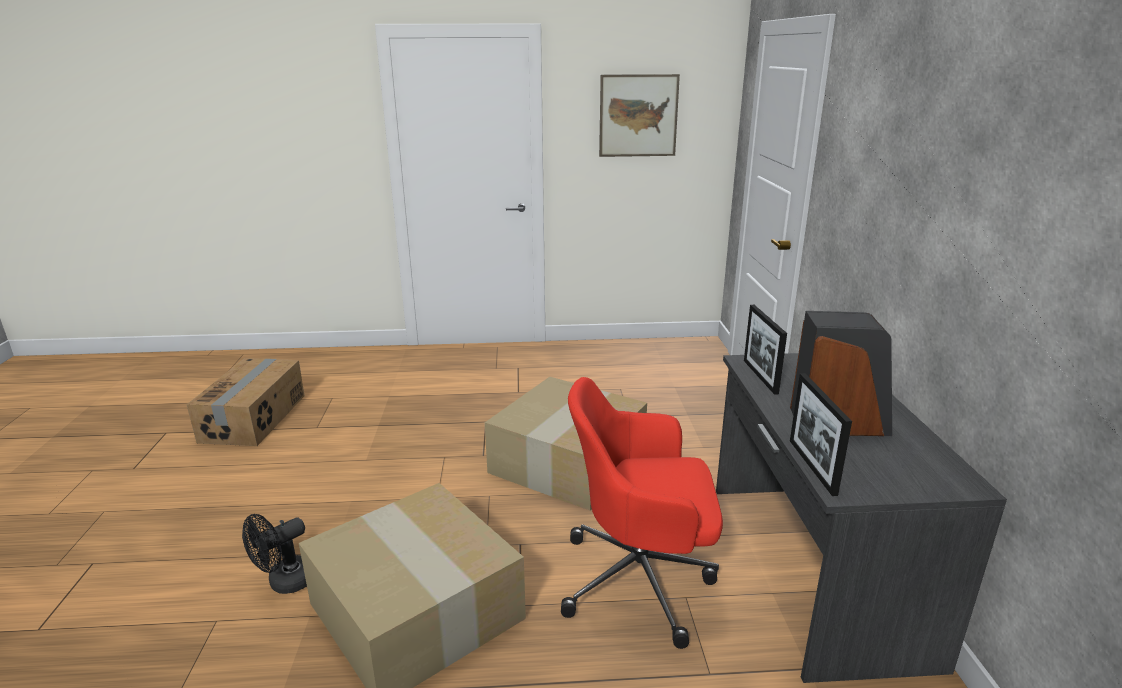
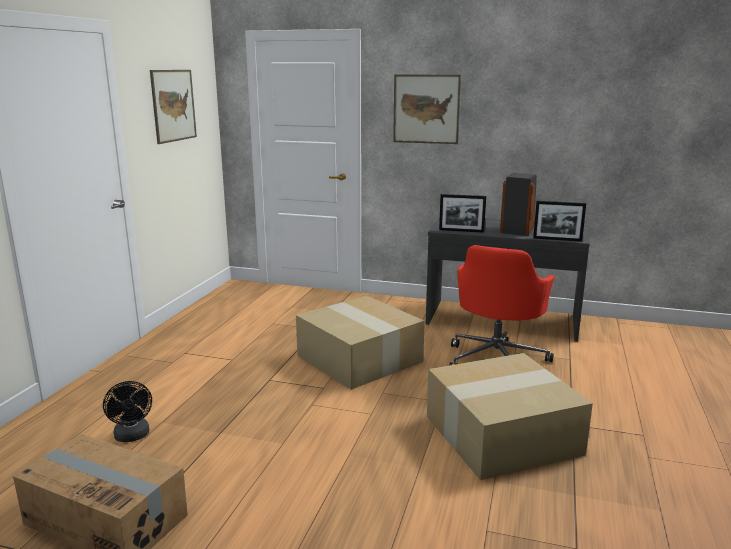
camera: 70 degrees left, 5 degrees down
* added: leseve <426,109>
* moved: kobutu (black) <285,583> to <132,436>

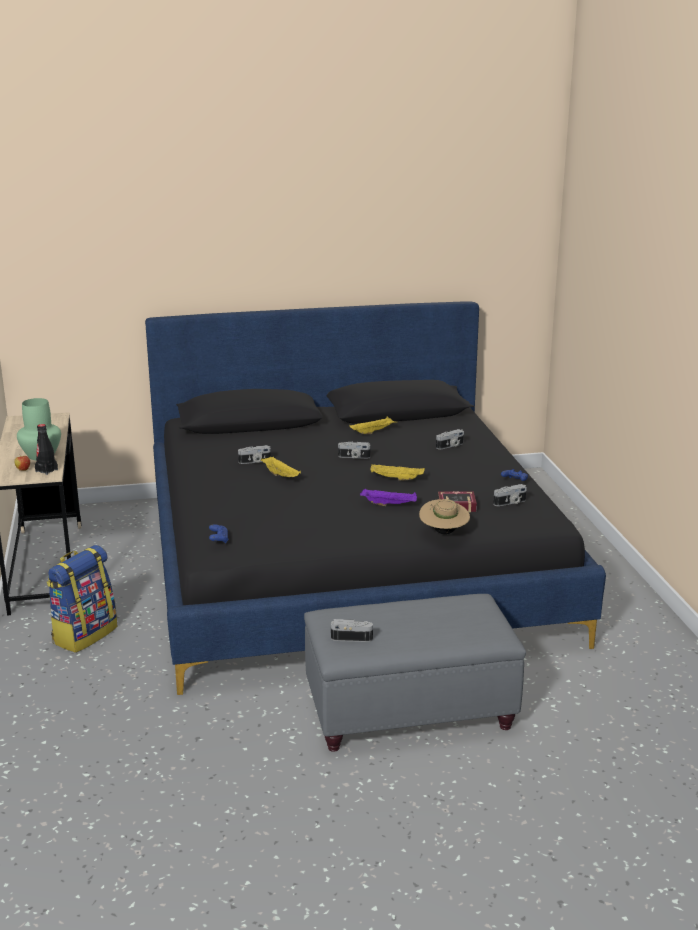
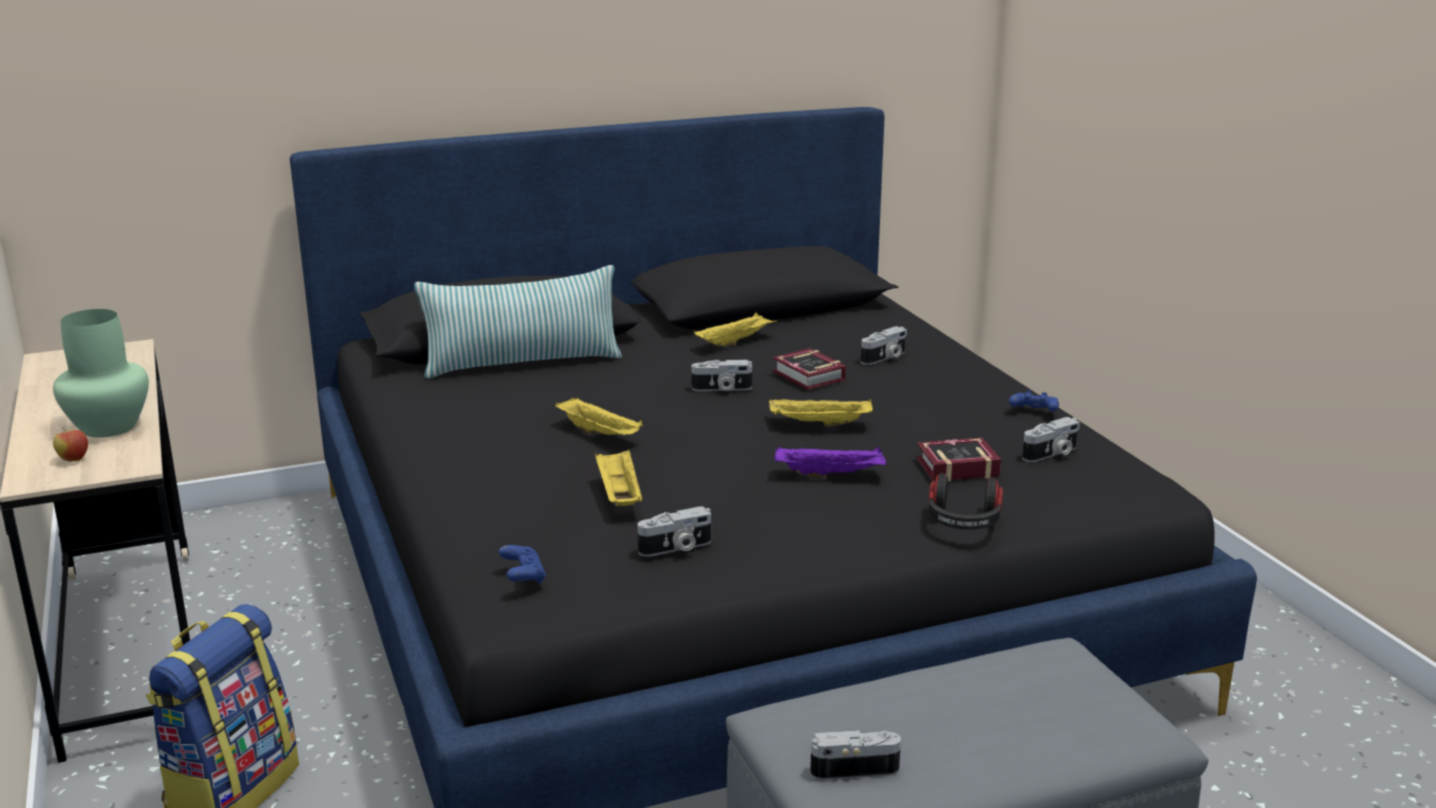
camera: 10 degrees left, 0 degrees up
* removed: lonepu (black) <46,470>
* added: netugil <523,363>
* added: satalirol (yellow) <618,494>
* added: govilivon <809,377>
* moved: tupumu <254,462> to <676,548>
* replaced: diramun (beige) <443,532> to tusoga <963,523>

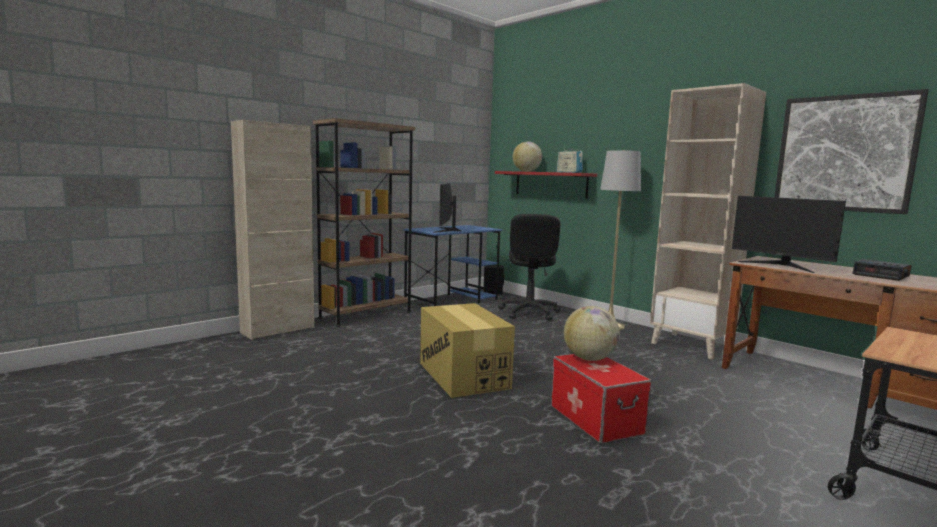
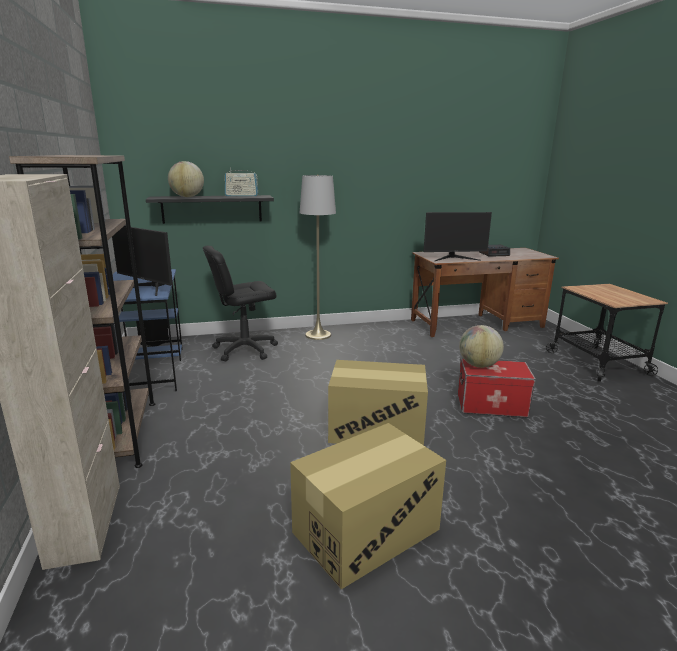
camera: 60 degrees left, 10 degrees up
* removed: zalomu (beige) <692,345>
* removed: leseve <844,153>
* added: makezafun <365,531>
* recoloured: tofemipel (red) <550,184> to tofemipel (black) <212,209>
* turned: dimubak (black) <529,312> = <245,349> 120 degrees clockwise

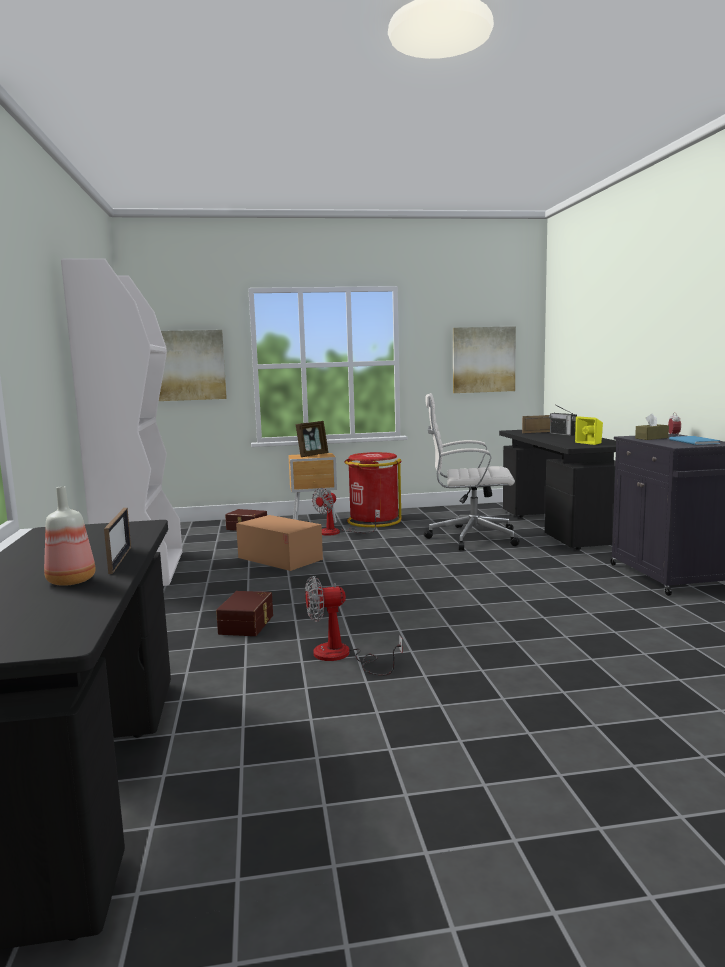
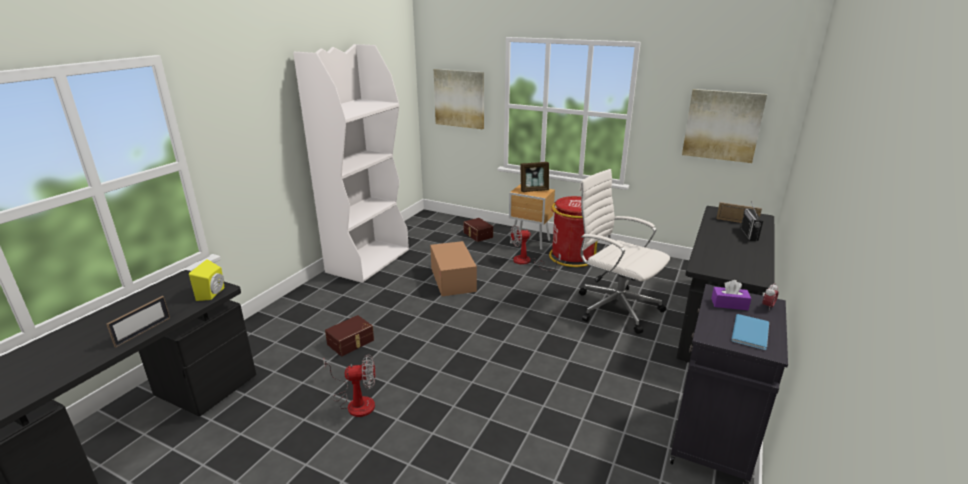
camera: 35 degrees right, 15 degrees up
* removed: lonepu <73,581>
* moved: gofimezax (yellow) <590,443> to <213,294>
* recoloured: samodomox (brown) <651,438> to samodomox (purple) <729,304>
* turned: kobutu <342,656> = <355,402> 150 degrees clockwise

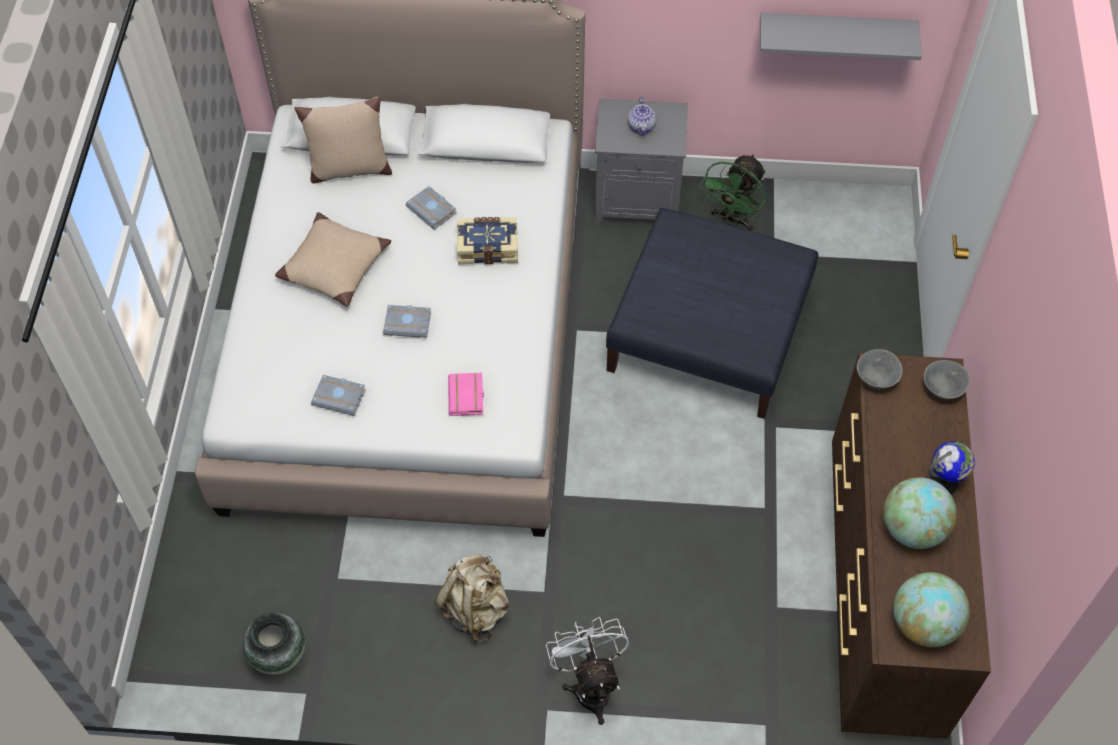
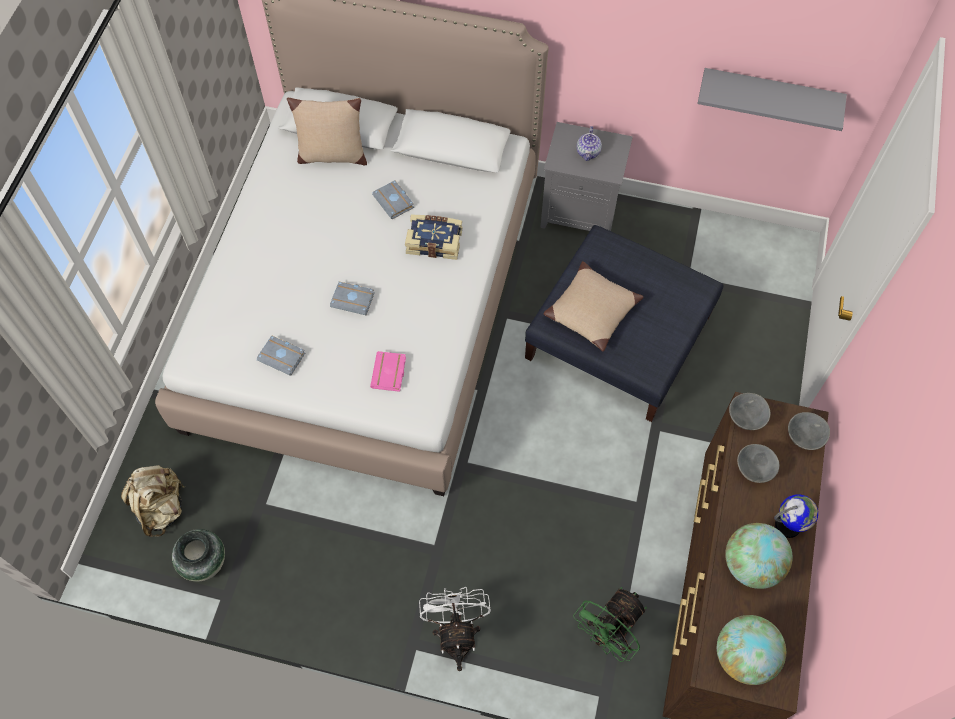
camera: 10 degrees right, 5 degrees up
* added: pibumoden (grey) <755,470>
* moved: netugil (beige) <334,266> to <591,311>
* moved: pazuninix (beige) <475,609> to <161,507>
* moved: kobutu (green) <733,219> to <608,634>

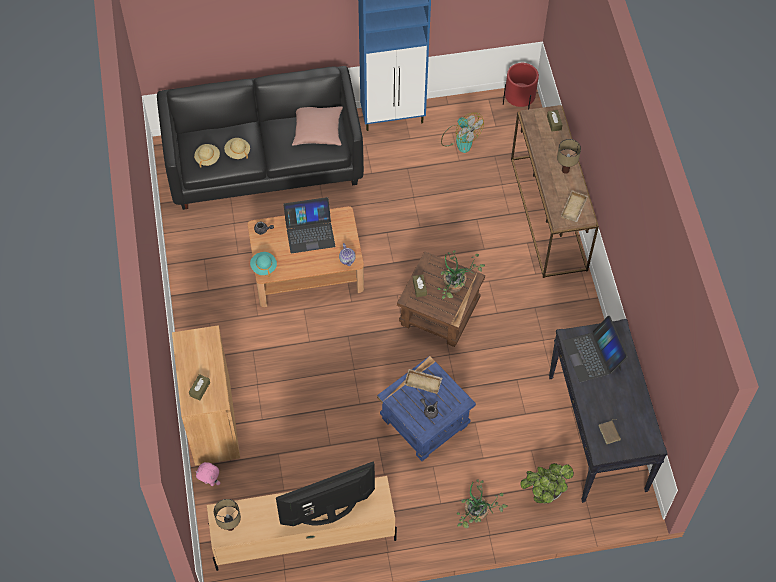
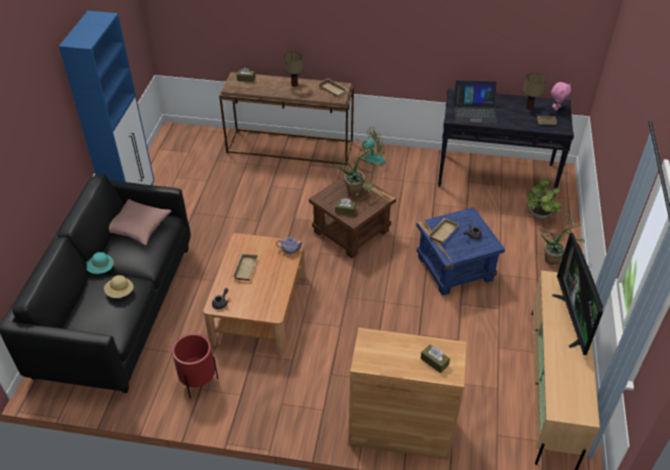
camera: 70 degrees left, 15 degrees down
* removed: diramun (beige) <207,158>
* moved: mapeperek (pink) <210,482> to <556,108>
* moved: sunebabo <230,526> to <529,107>
* moved: diramun (turquoise) <263,267> to <101,268>
* moved: kobutu <460,138> to <369,161>
* moved: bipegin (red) <518,104> to <198,382>
* replaced: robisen <310,232> to satalirol (beige) <244,268>

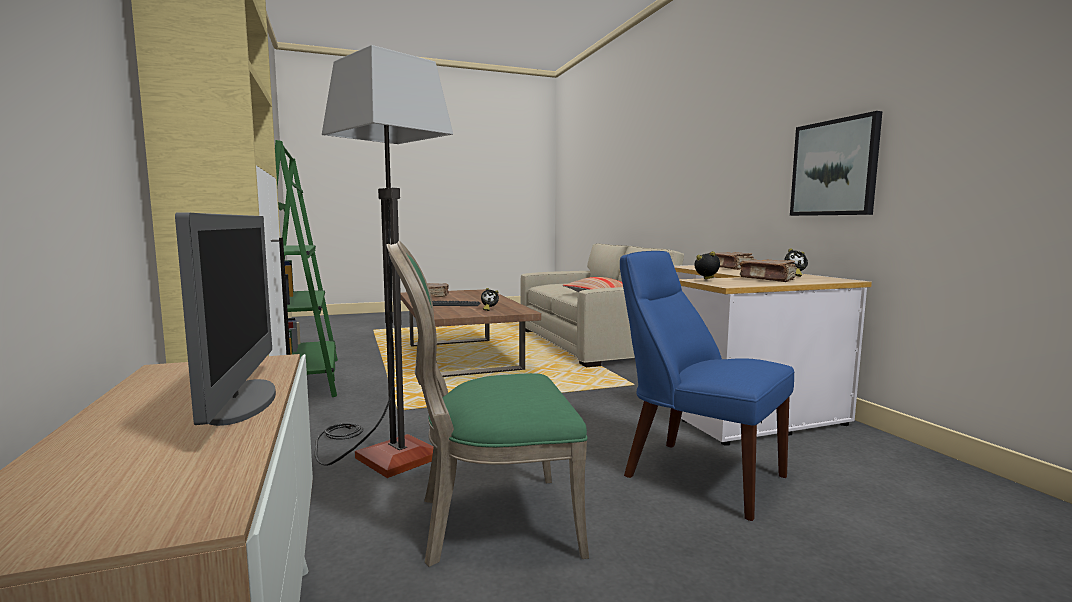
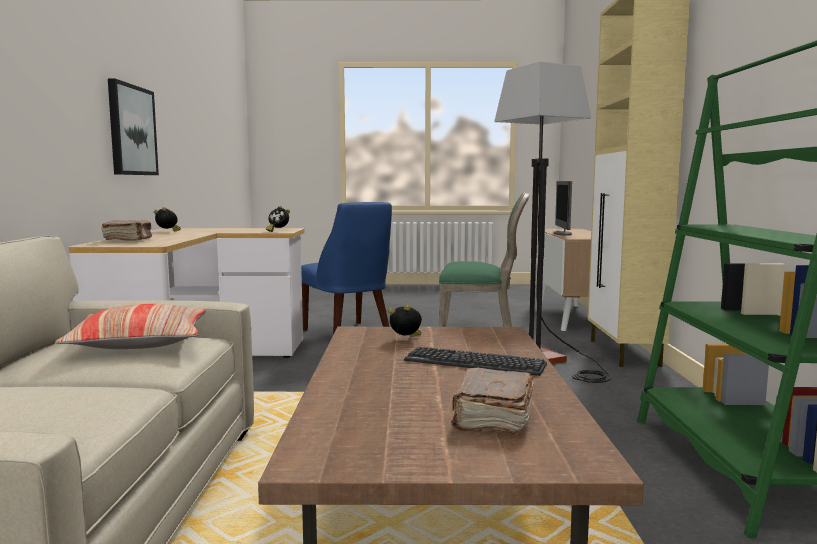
camera: 160 degrees left, 0 degrees up
* removed: govilivon (brown) <767,279>

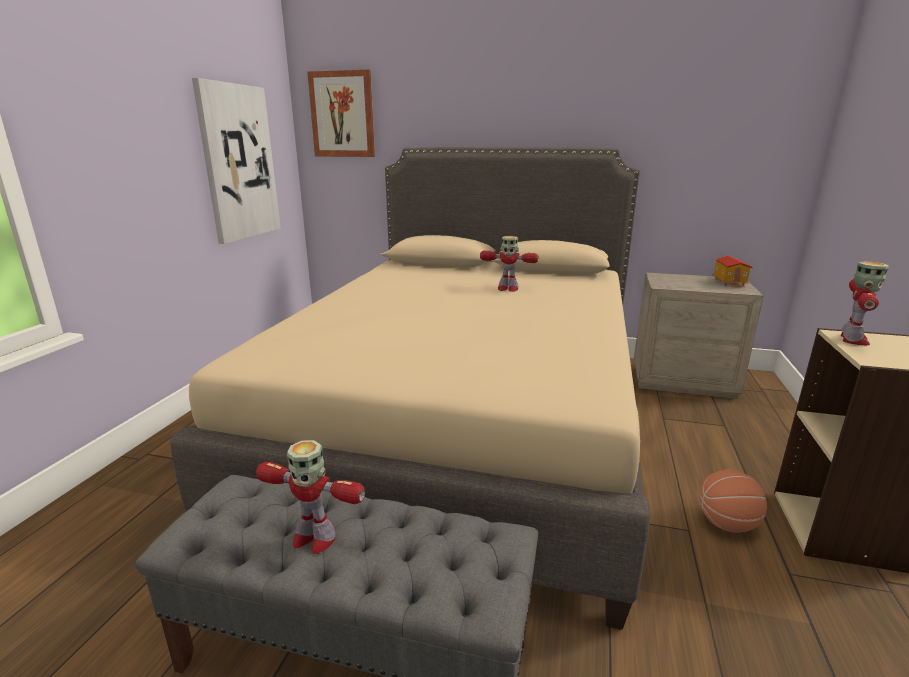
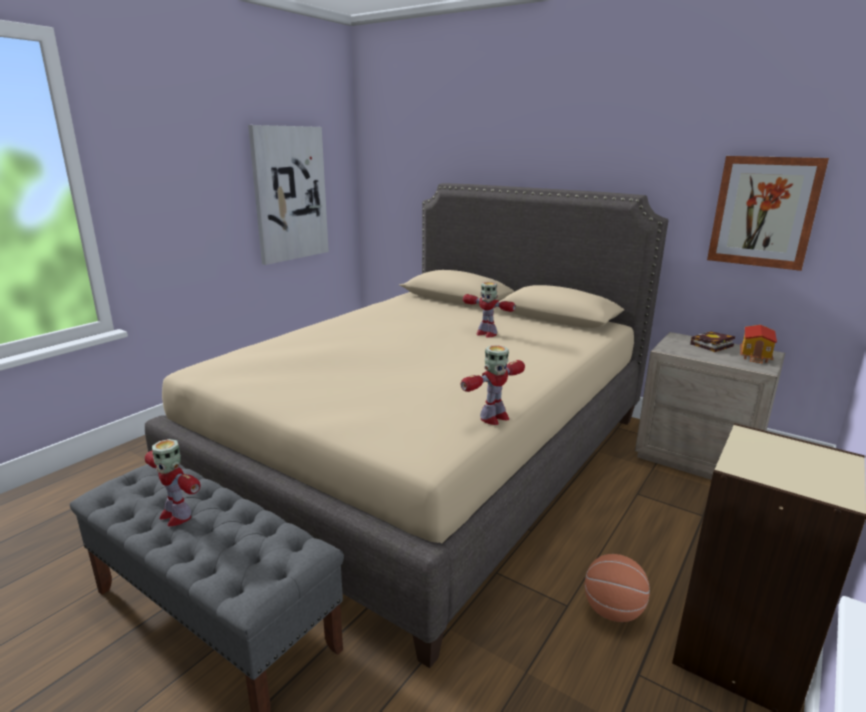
camera: 20 degrees right, 0 degrees up
* added: govilivon <711,345>
* moved: leseve <342,115> to <764,212>
* moved: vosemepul <852,340> to <493,418>

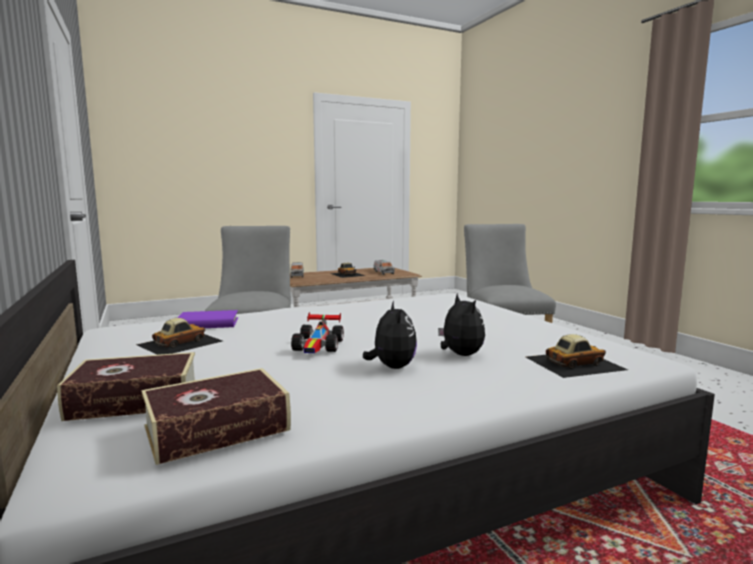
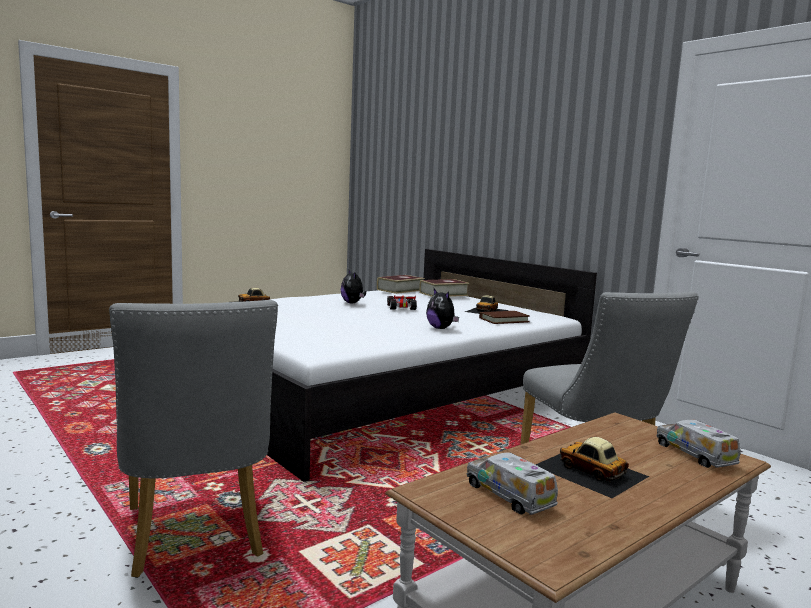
camera: 165 degrees right, 0 degrees up
* moved: mapeperek <460,355> to <441,328>
* recoloured: govilivon (purple) <207,324> to govilivon (brown) <504,320>

